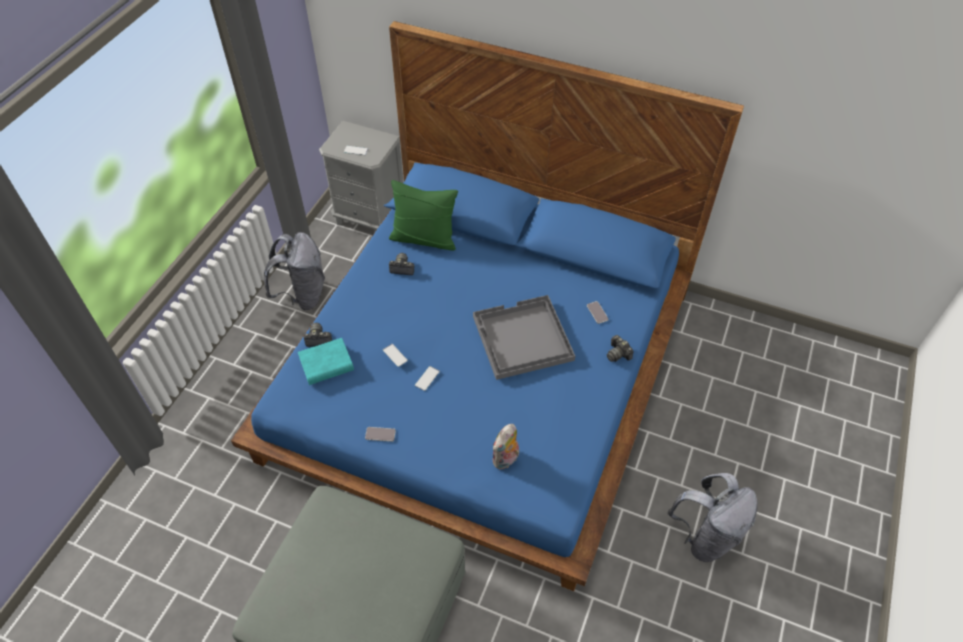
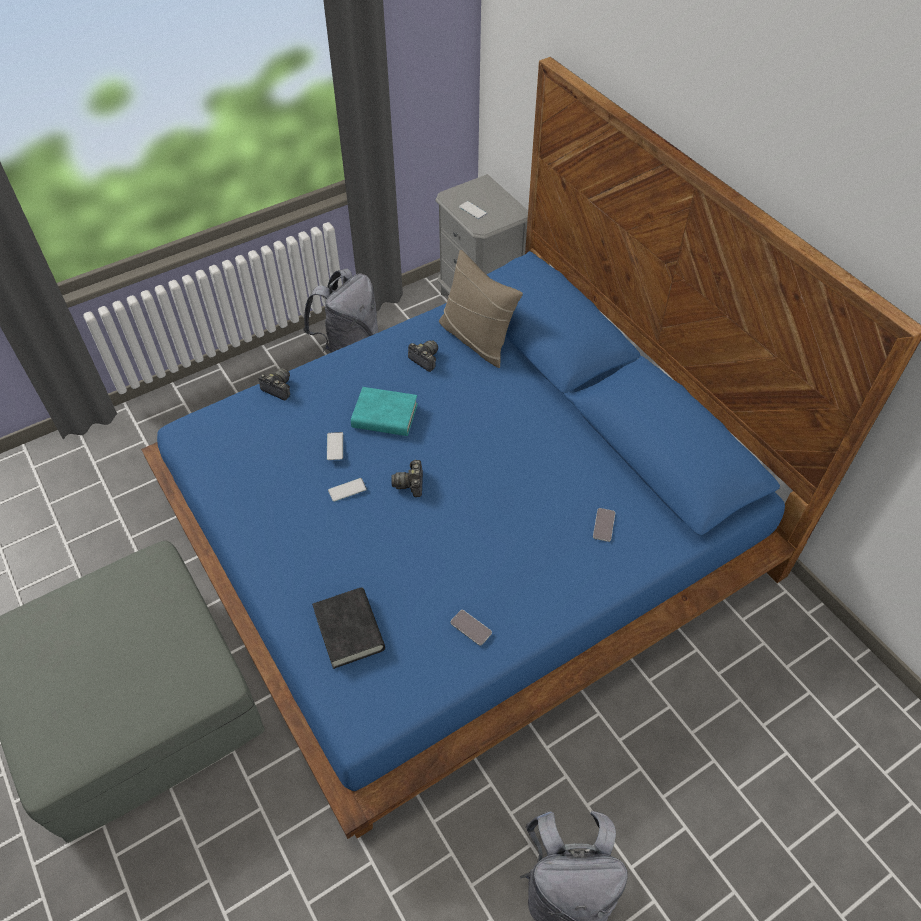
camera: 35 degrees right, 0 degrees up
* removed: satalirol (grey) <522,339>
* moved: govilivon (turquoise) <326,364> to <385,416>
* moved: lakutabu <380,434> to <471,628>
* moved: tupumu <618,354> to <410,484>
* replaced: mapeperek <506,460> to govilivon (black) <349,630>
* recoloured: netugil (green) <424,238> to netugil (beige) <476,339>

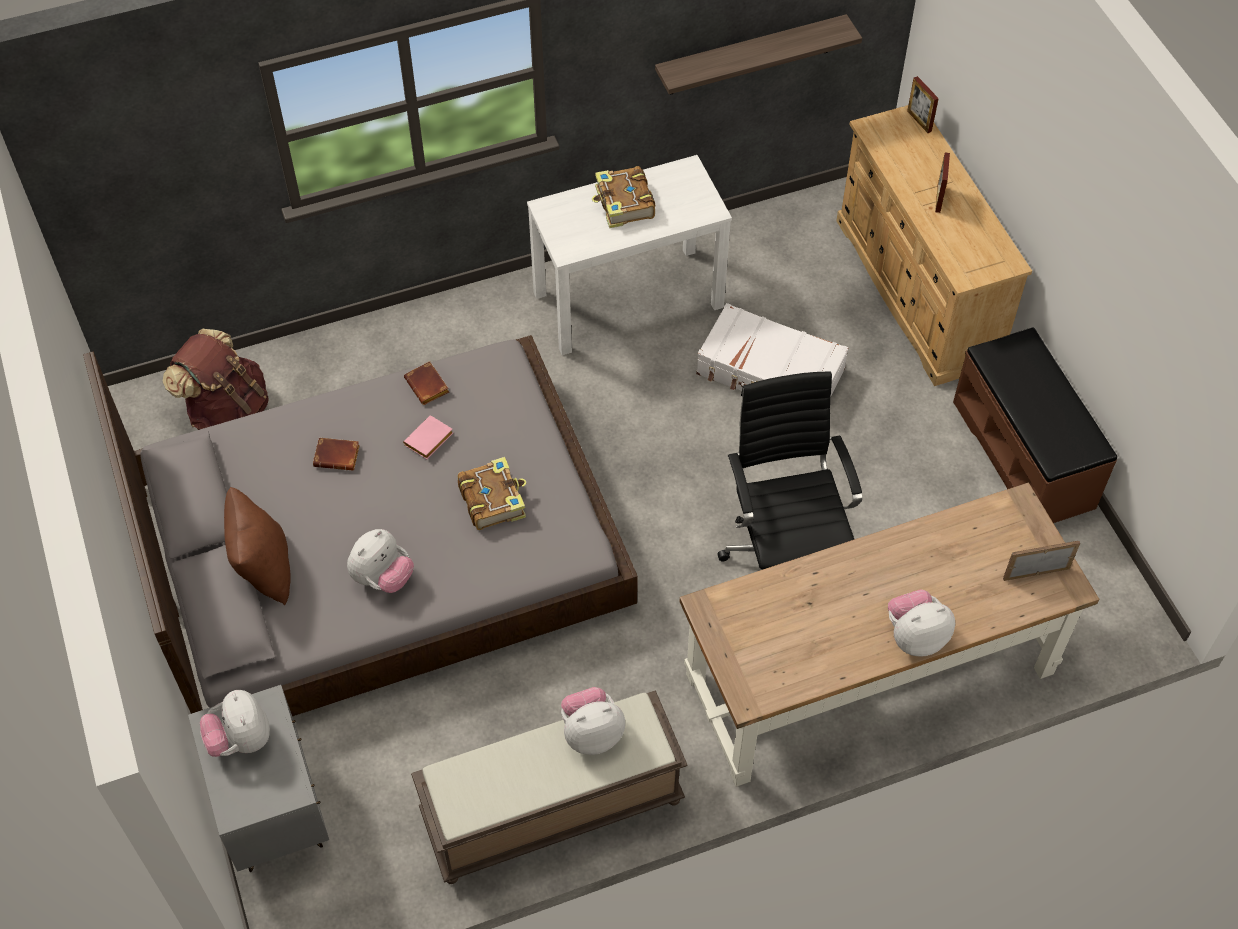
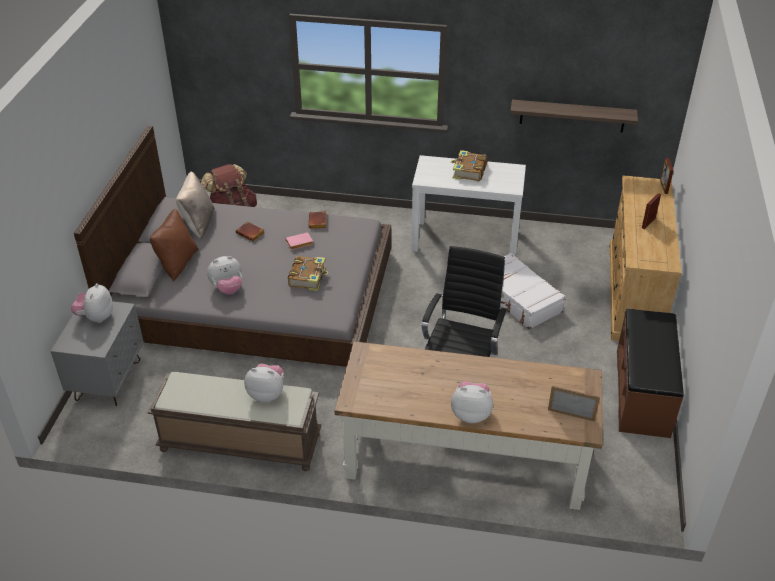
camera: 30 degrees right, 15 degrees down
* added: netugil (beige) <198,223>

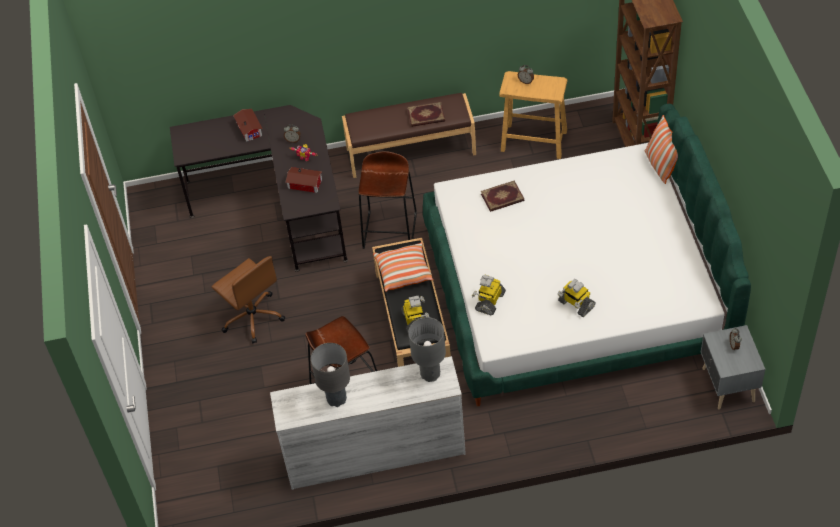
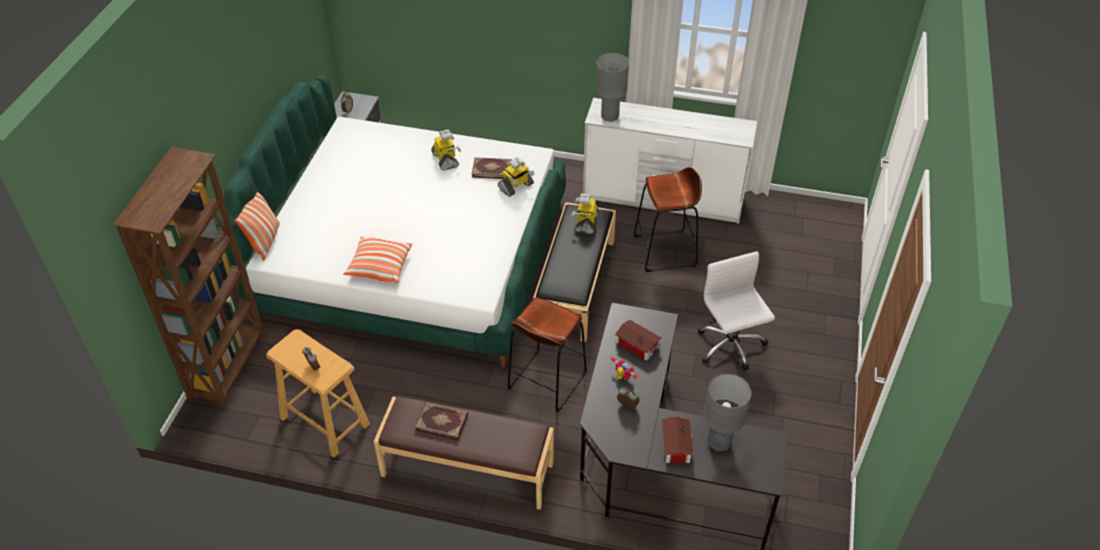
camera: 160 degrees left, 5 degrees down
* moved: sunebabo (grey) <337,399> to <718,442>
* moved: netugil <404,272> to <379,267>
* moved: govilivon <502,198> to <491,169>
* recoloured: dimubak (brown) <252,317> to dimubak (white) <730,346>

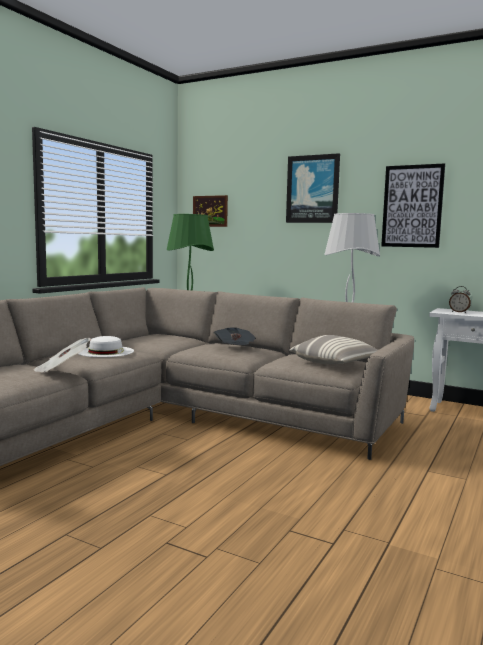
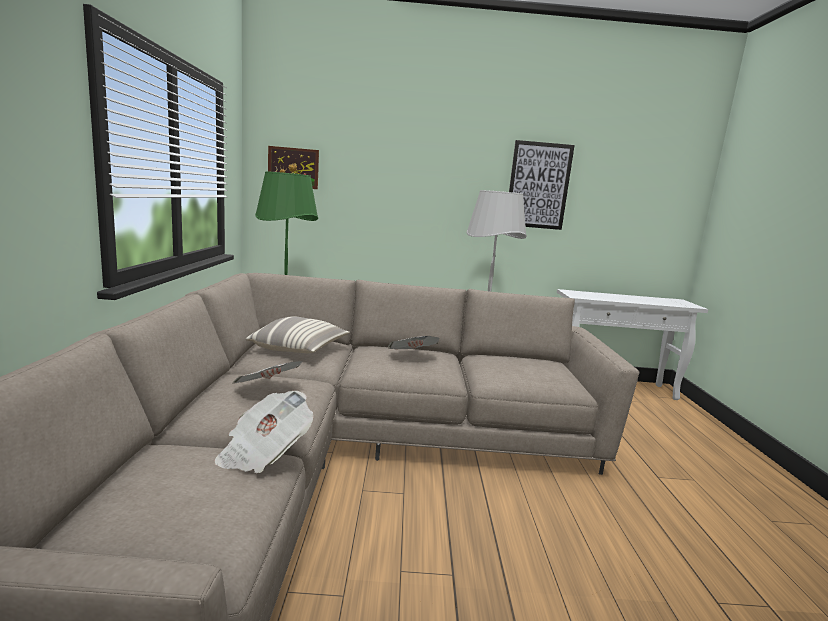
camera: 30 degrees left, 5 degrees up
* removed: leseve <312,189>
* removed: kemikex <459,312>
* moved: netugil <335,364> to <299,349>
* replaced: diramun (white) <105,351> to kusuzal <267,390>

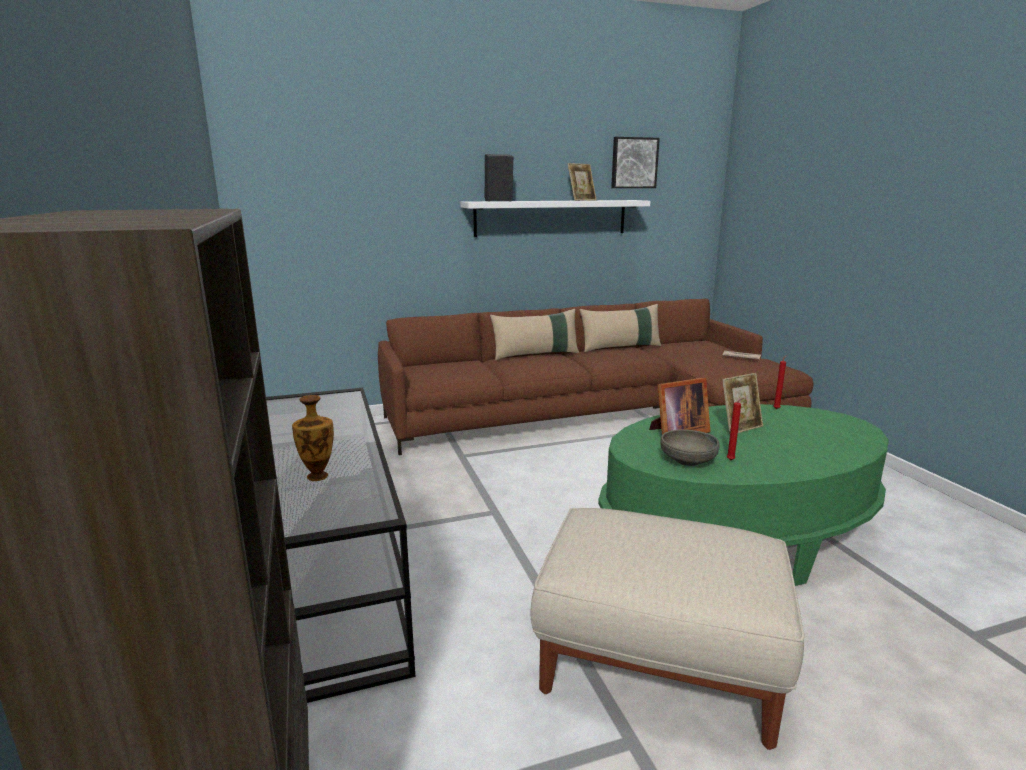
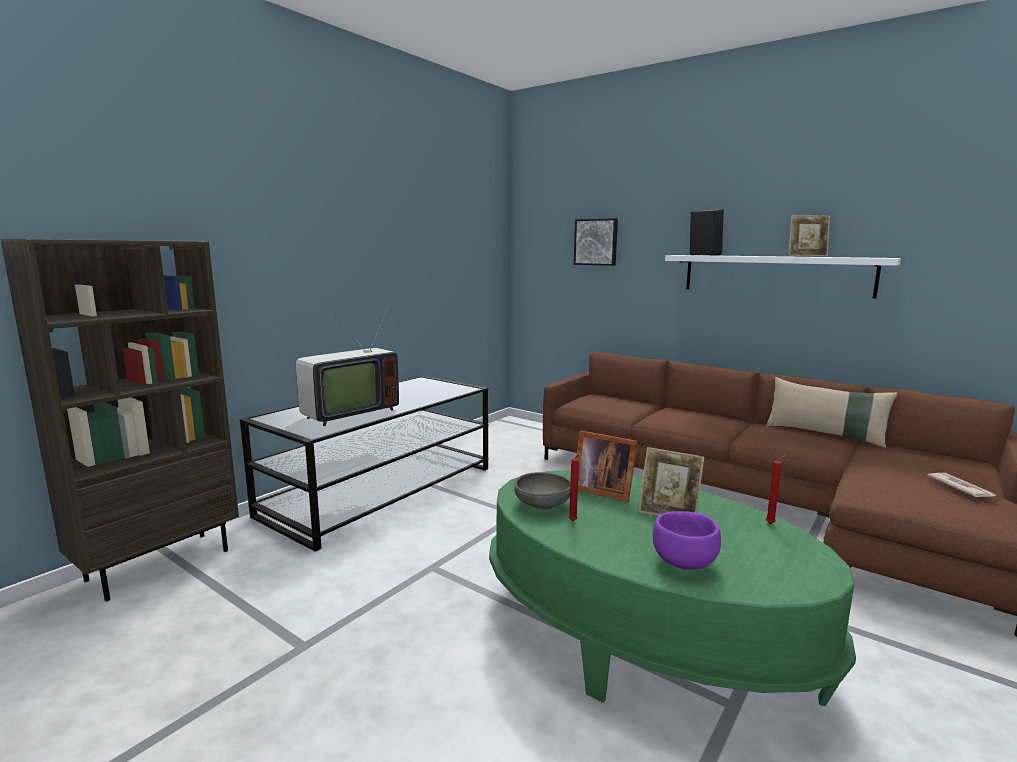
camera: 55 degrees right, 5 degrees down
* removed: netugil (beige) <535,355>
* removed: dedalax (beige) <659,663>
* added: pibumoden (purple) <684,563>
* moved: leseve <633,163> to <596,242>
* replaced: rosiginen <318,475> to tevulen <347,413>

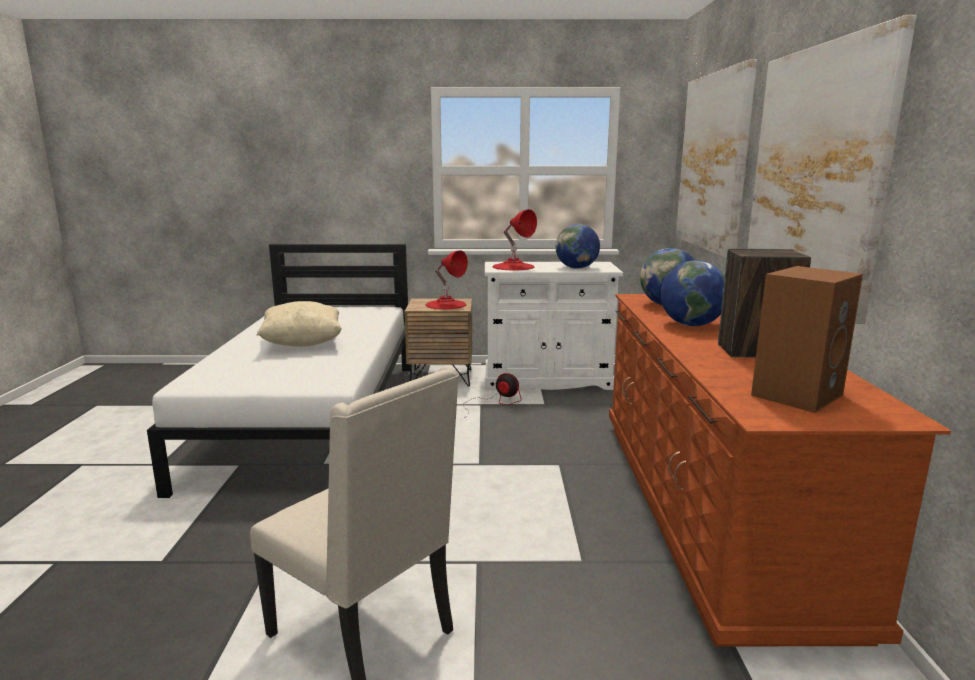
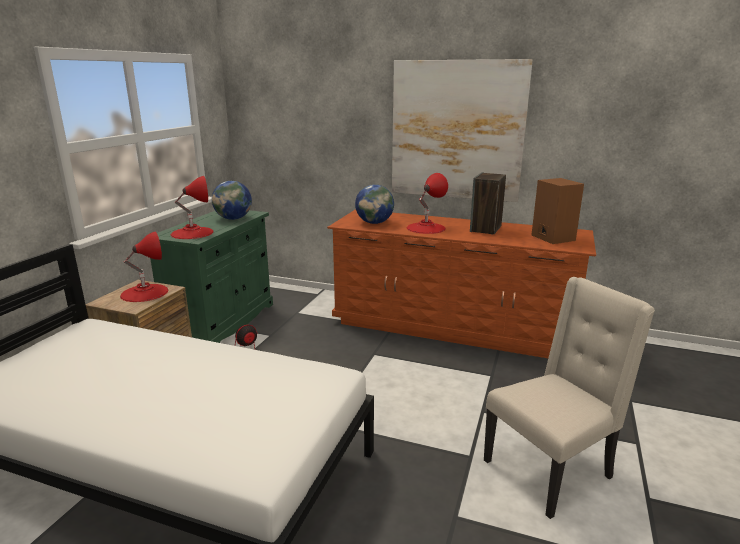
camera: 70 degrees left, 5 degrees up
* removed: netugil (beige) <302,343>
* removed: leseve <713,162>
* replaced: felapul <691,325> to sunebabo (red) <426,228>
* recoloured: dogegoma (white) <547,379> to dogegoma (green) <222,322>

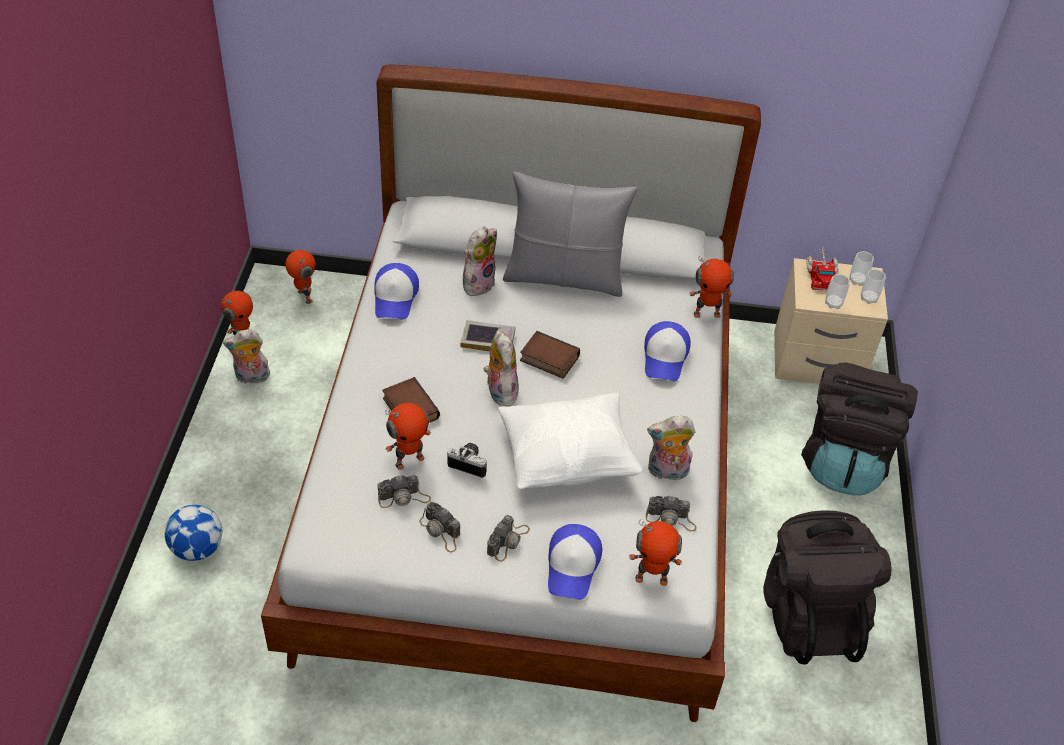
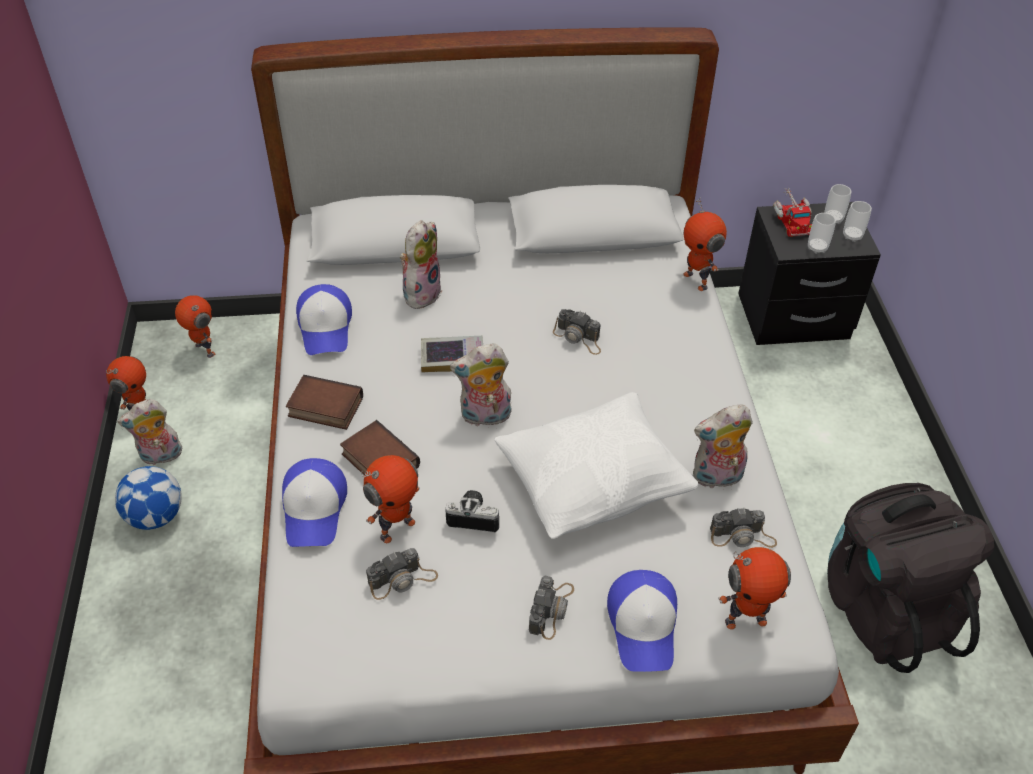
camera: 10 degrees left, 0 degrees up
* removed: netugil (grey) <564,277>
* removed: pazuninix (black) <844,460>
* moved: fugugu <197,548> to <155,516>
* moved: tupumu <441,531> to <578,338>
* moved: govilivon <548,359> to <324,408>
* moved: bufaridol <665,357> to <314,509>
* recoloured: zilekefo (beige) <817,361> to zilekefo (black) <794,318>
* turned: mapeperek <499,391> = <485,417> 75 degrees counterclockwise
* turned: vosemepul <706,313> = <697,280> 75 degrees clockwise

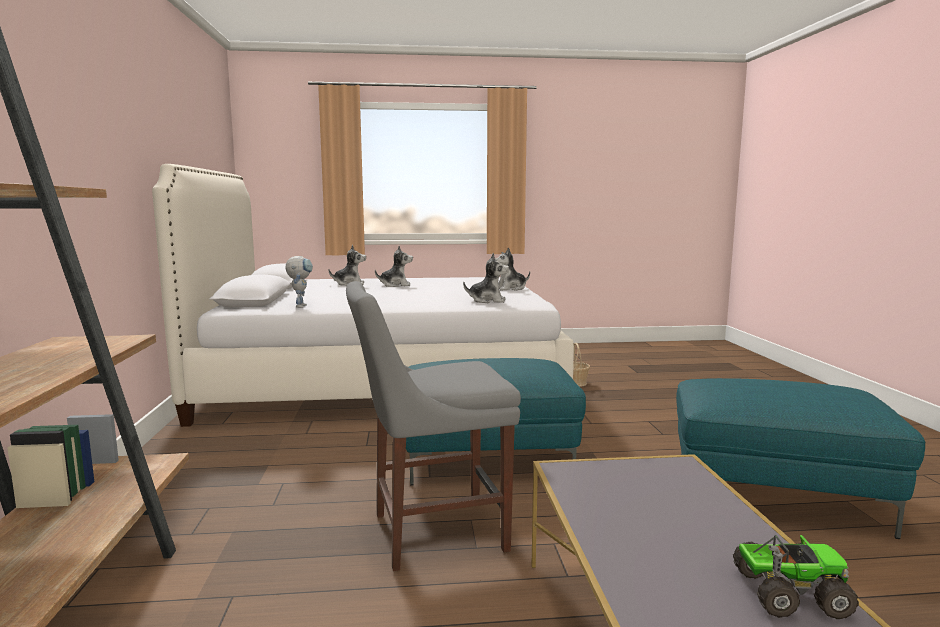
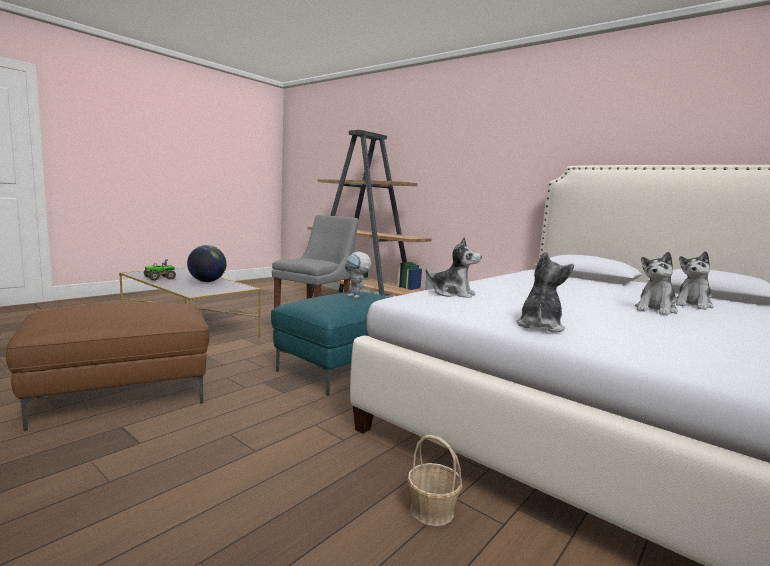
camera: 135 degrees right, 0 degrees up
* added: felapul <207,281>
* moved: vosemepul <300,305> to <357,297>
* recoloured: dedalax (turquoise) <775,497> to dedalax (brown) <122,395>
* turned: mapeperek <488,301> = <452,294> 120 degrees counterclockwise

